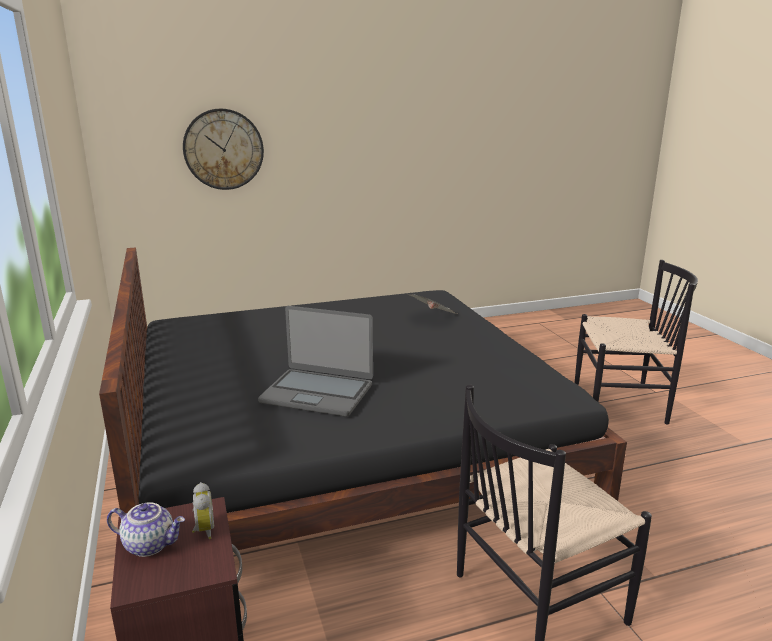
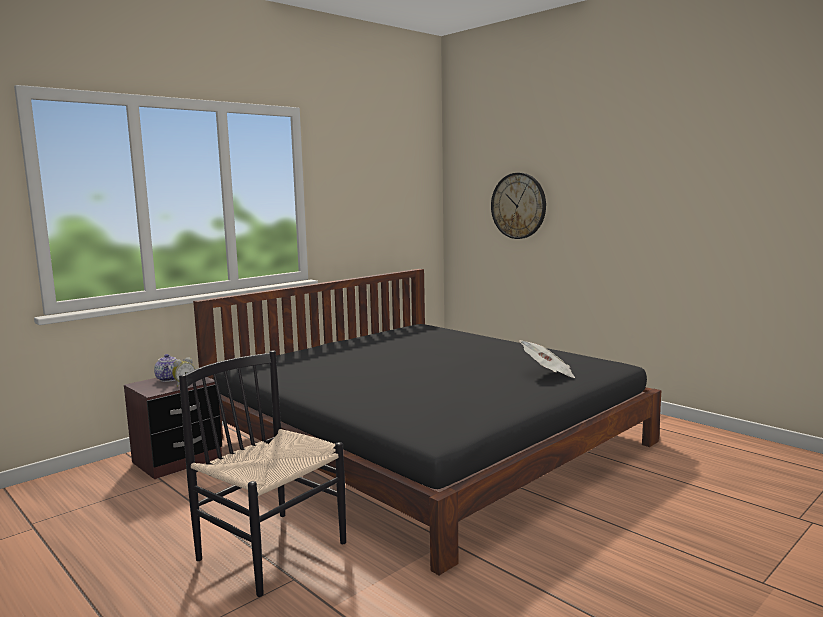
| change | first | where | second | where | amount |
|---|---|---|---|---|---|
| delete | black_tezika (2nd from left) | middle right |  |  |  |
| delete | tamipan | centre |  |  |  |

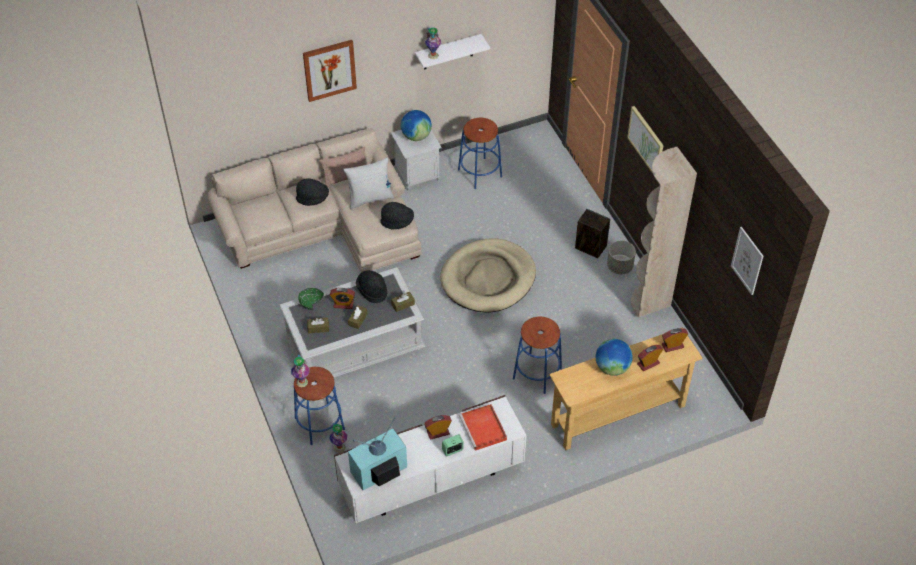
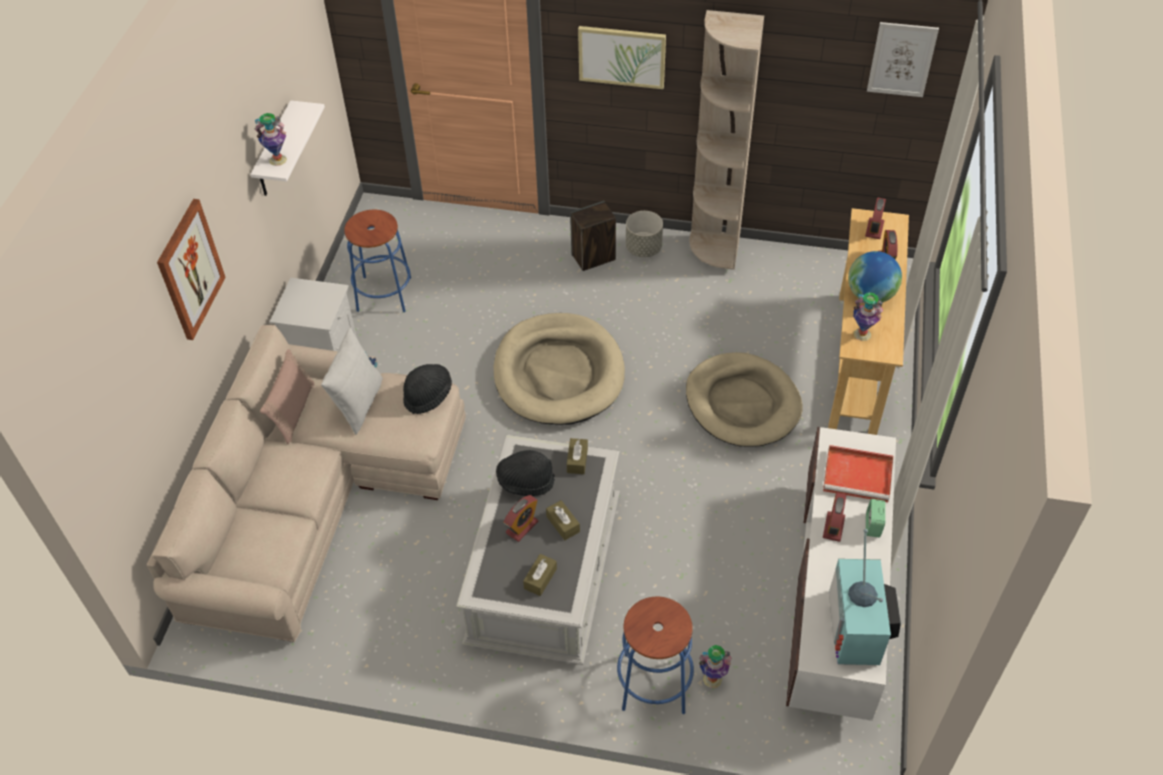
| change | first | where | second | where | amount |
|---|---|---|---|---|---|
| delete | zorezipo (1st from left) | top centre |  |  |  |
| delete | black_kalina (1st from left) | centre |  |  |  |
| delete | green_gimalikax | centre |  |  |  |
| replace | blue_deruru (3rd from left) | centre | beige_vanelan (2nd from left) | centre |  |
| move | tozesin (1st from left in the first image) | middle left | tozesin (3rd from left) | middle right |  |

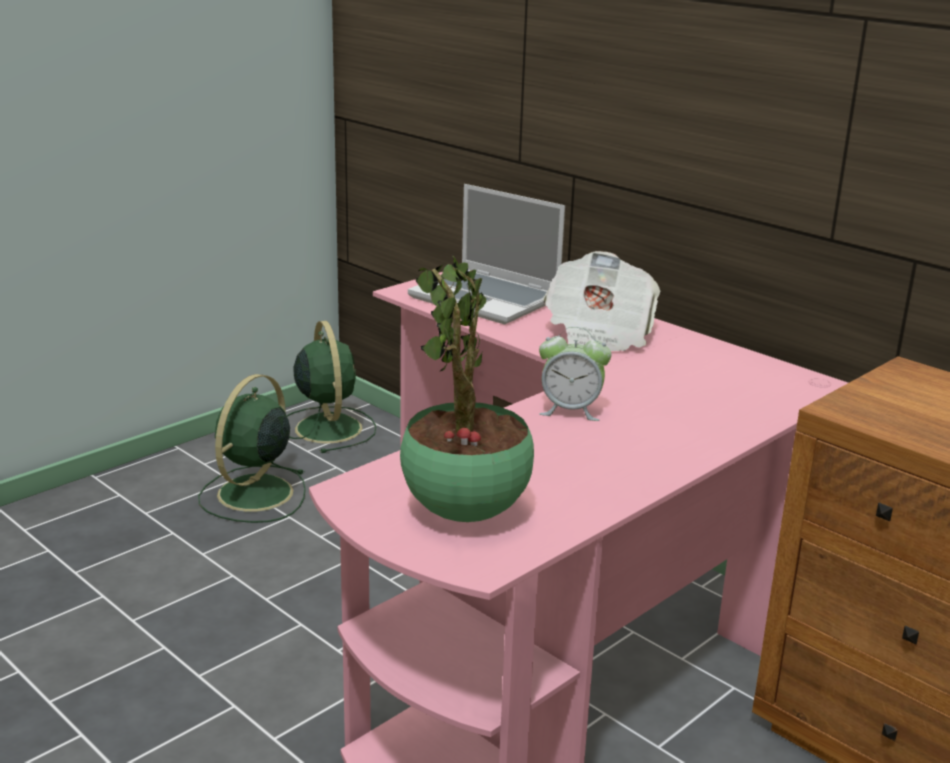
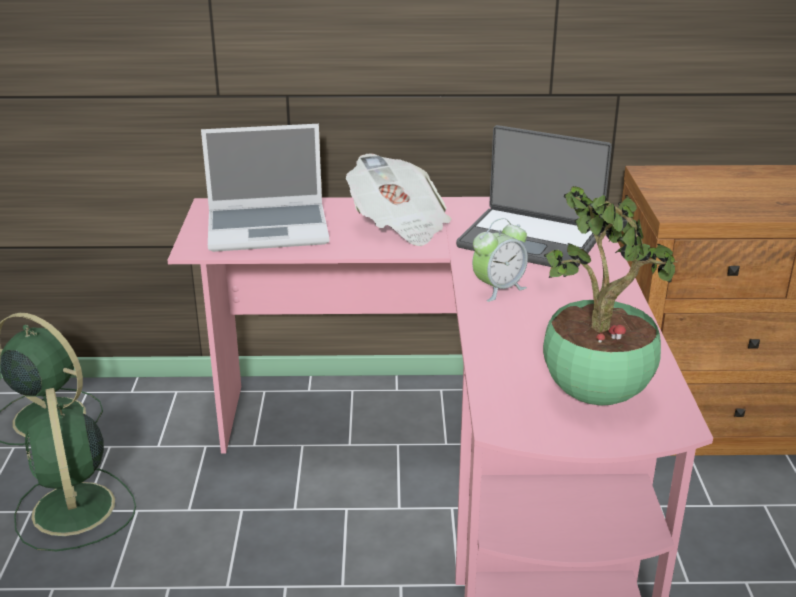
| change | first | where | second | where | amount |
|---|---|---|---|---|---|
| insert |  |  | tamipan (2nd from left) | top right |  |

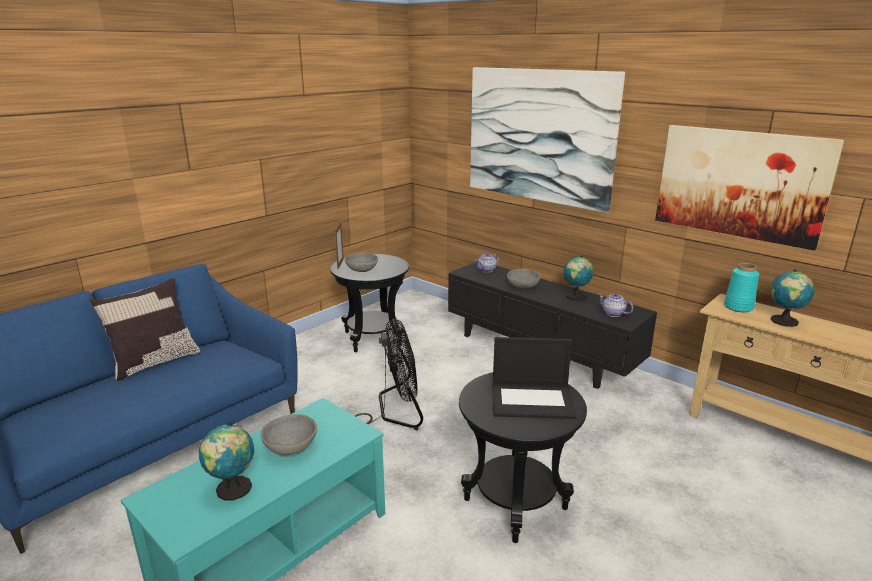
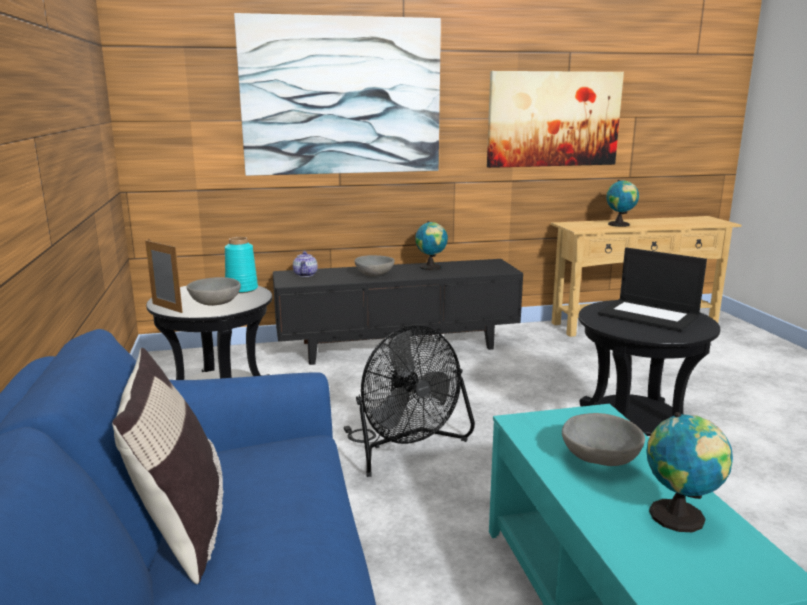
| change | first | where | second | where | amount |
|---|---|---|---|---|---|
| move | turquoise_tozesin | middle right |  | middle left |  |
| delete | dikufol (2nd from left) | middle right |  |  |  |
| rotate | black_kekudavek | centre |  | centre | 120 degrees clockwise |
| rotate | tamipan | centre |  | middle right | 90 degrees clockwise |

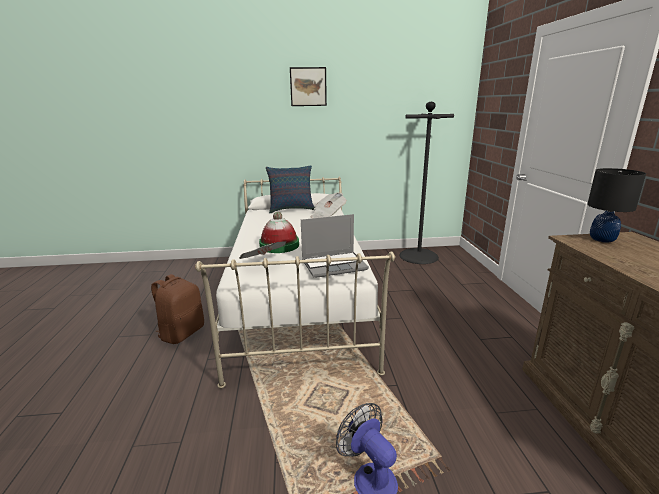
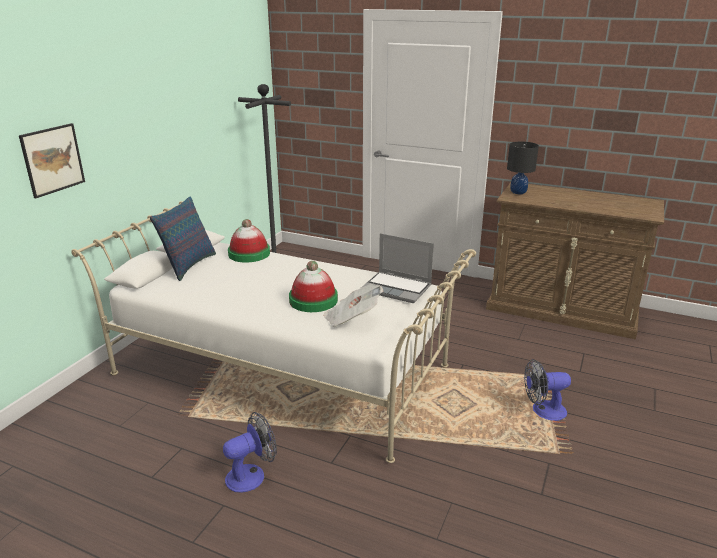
| change | first | where | second | where | amount |
|---|---|---|---|---|---|
| move | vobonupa | top centre |  | top left |  |
| replace | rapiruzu (2nd from left) | centre | kalina (1st from left) | centre |  |
| rotate | tamipan | centre |  | centre | 105 degrees clockwise |
| replace | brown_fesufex | middle left | kekudavek (1st from left) | bottom centre |  |

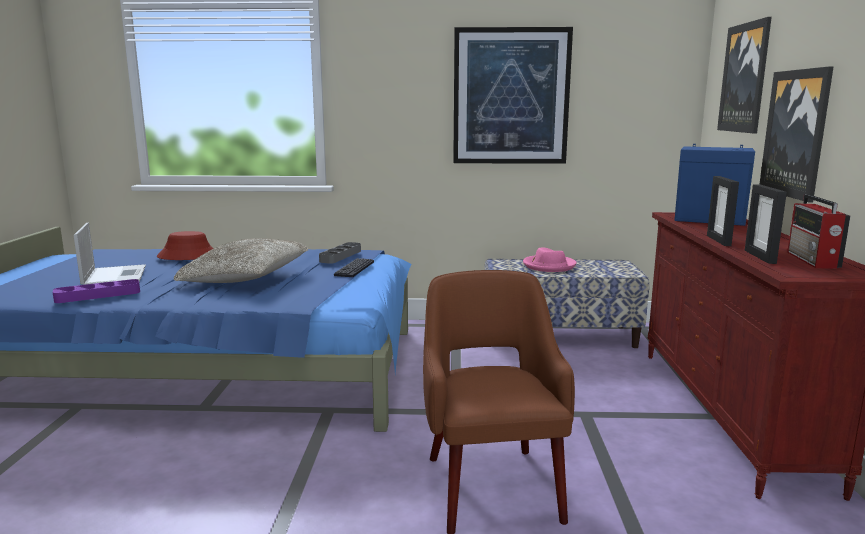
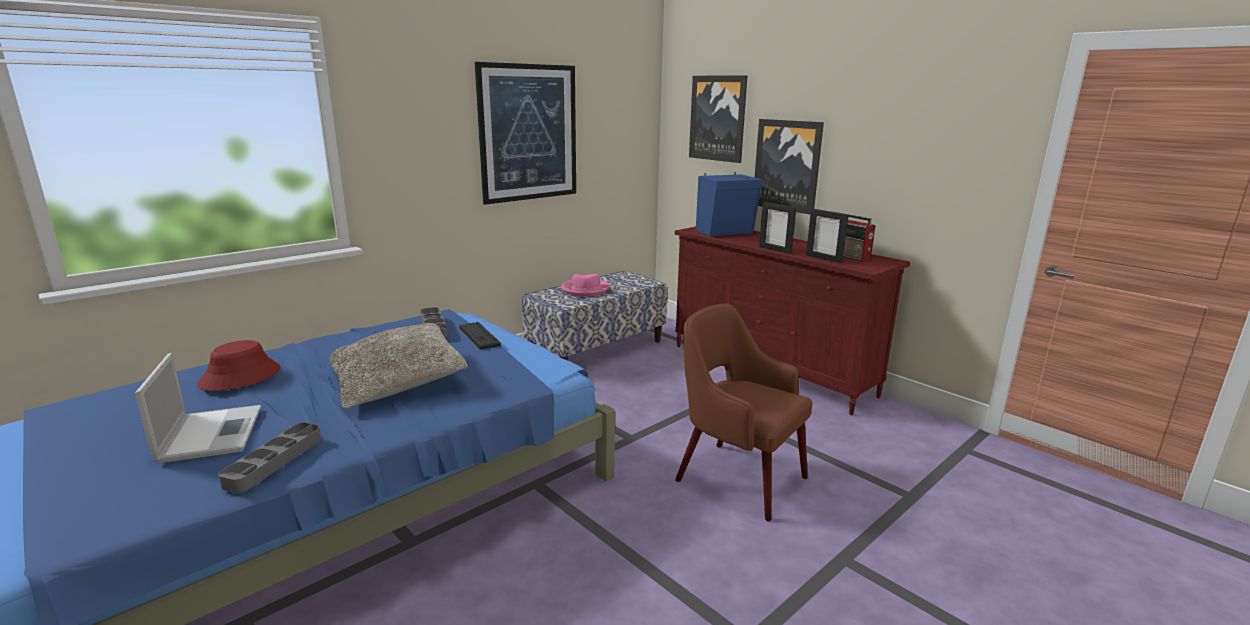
| change | first | where | second | where | amount |
|---|---|---|---|---|---|
| rotate | tamipan | middle left |  | middle left | 45 degrees clockwise |
| recolor | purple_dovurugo | middle left | grey_dovurugo (1st from left) | bottom left |  |

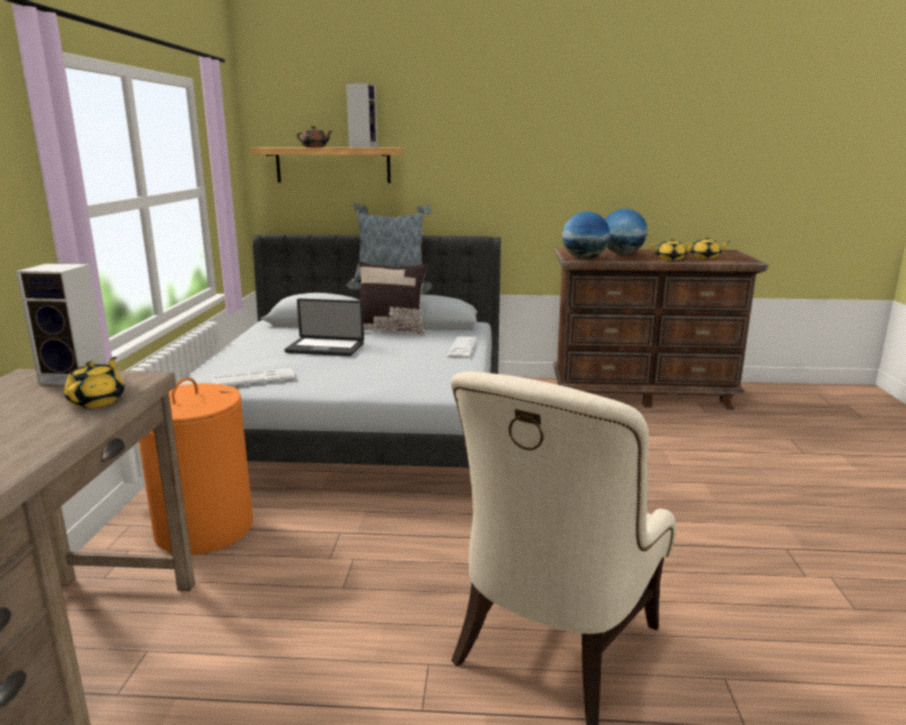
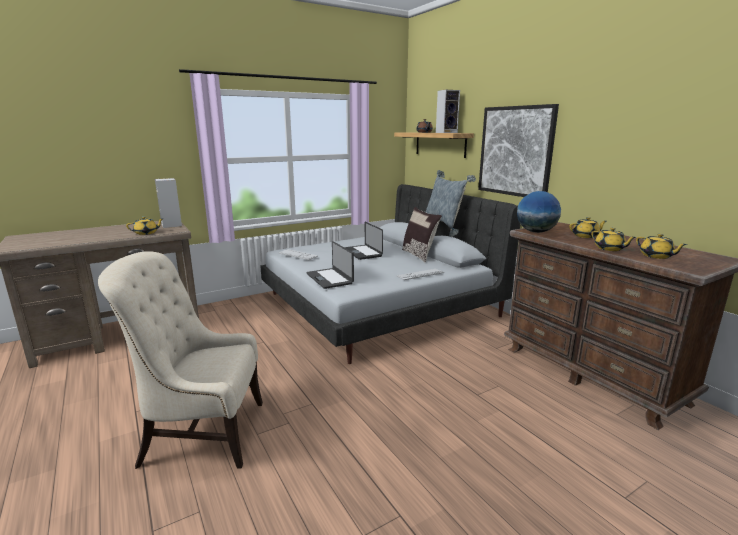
| change | first | where | second | where | amount |
|---|---|---|---|---|---|
| replace | zorezipo (2nd from left) | top right | yellow_dikufol (2nd from left) | middle right |  |
| delete | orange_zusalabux | middle left |  |  |  |
| insert |  |  | vobonupa | top right |  |
| insert |  |  | tamipan (1st from left) | centre |  |

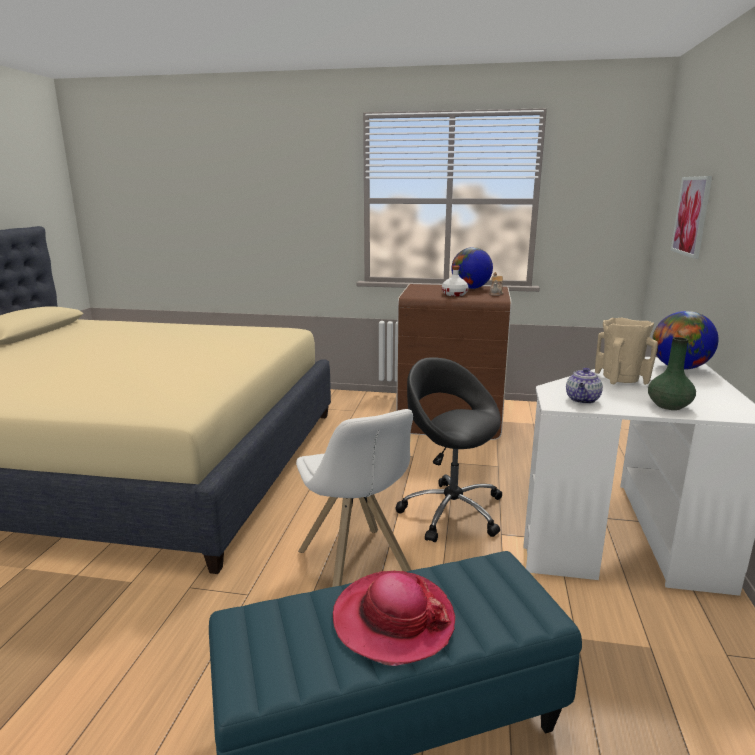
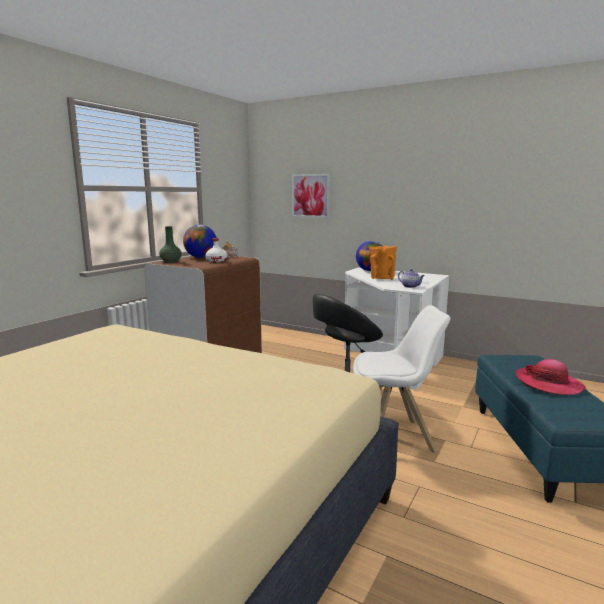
| change | first | where | second | where | amount |
|---|---|---|---|---|---|
| recolor | beige_tozesin | middle right | orange_tozesin | centre |  |
| move | green_tozesin | middle right |  | middle left |  |

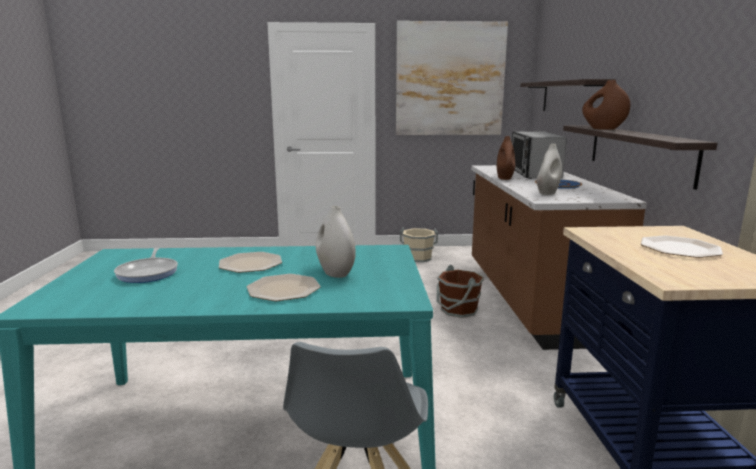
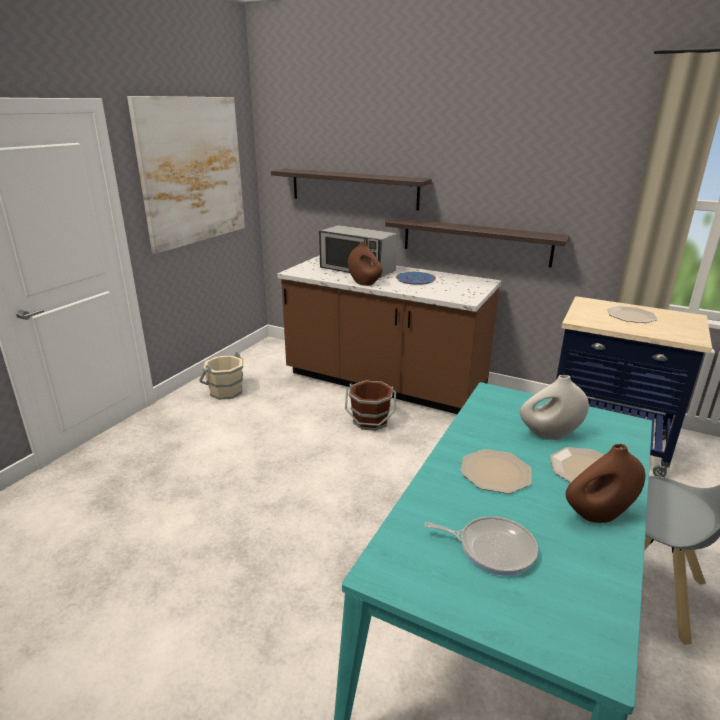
| change | first | where | second | where | amount |
|---|---|---|---|---|---|
| move | brown_tozesin (2nd from left) | top right |  | bottom right |  |
| delete | white_tozesin (2nd from left) | middle right |  |  |  |

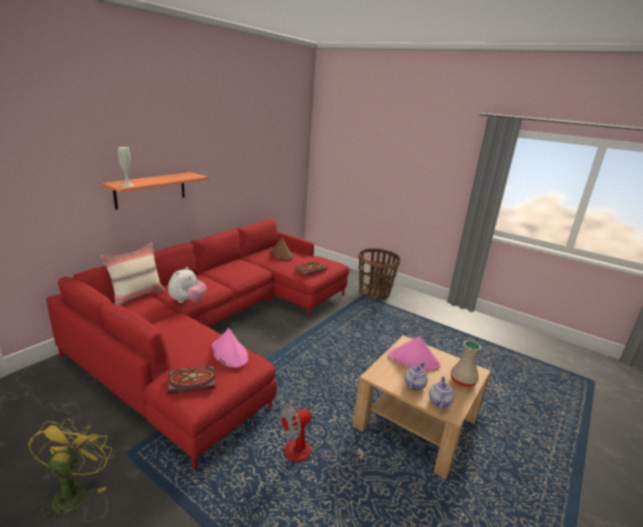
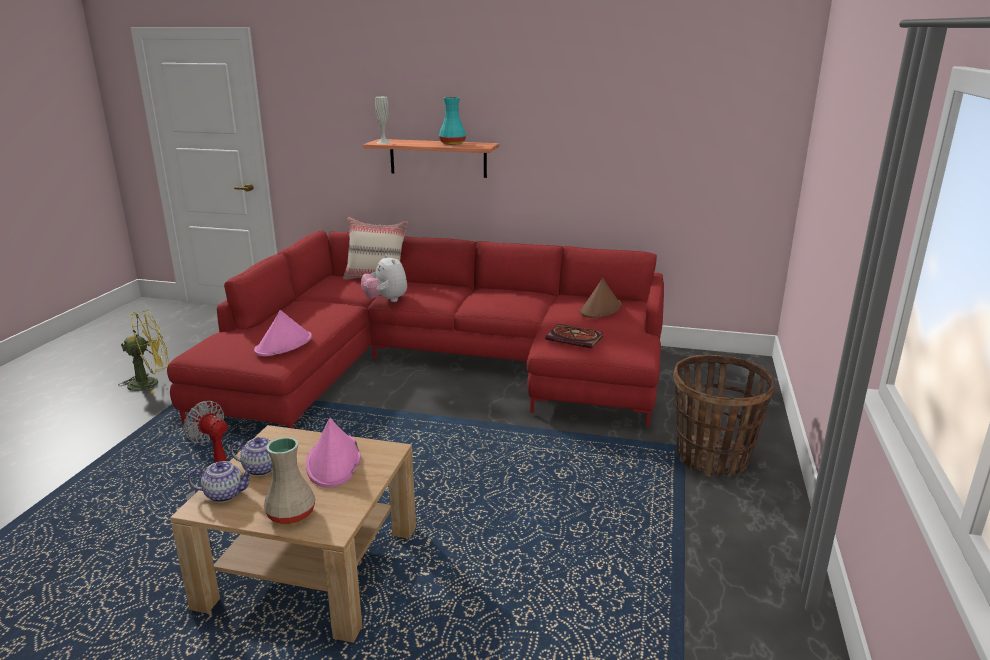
| change | first | where | second | where | amount |
|---|---|---|---|---|---|
| rotate | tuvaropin | middle left |  | centre | 60 degrees clockwise |
| delete | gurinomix (1st from left) | bottom left |  |  |  |
| insert |  |  | turquoise_tozesin | top centre |  |

